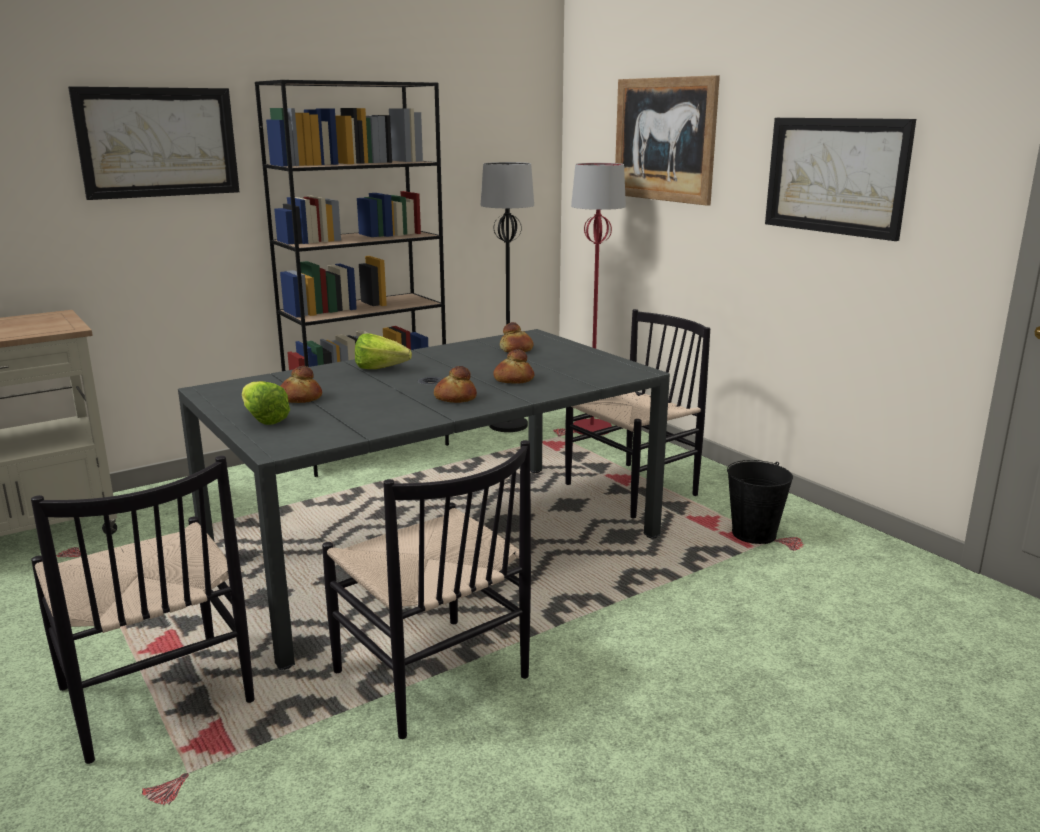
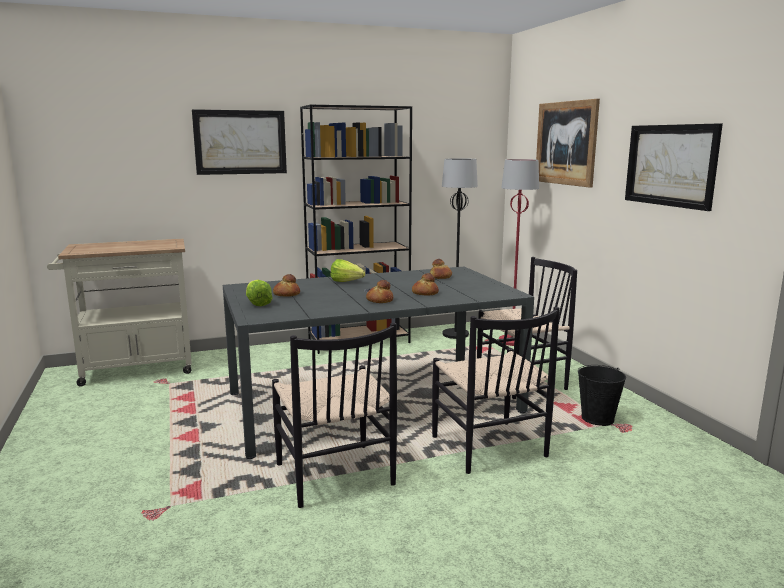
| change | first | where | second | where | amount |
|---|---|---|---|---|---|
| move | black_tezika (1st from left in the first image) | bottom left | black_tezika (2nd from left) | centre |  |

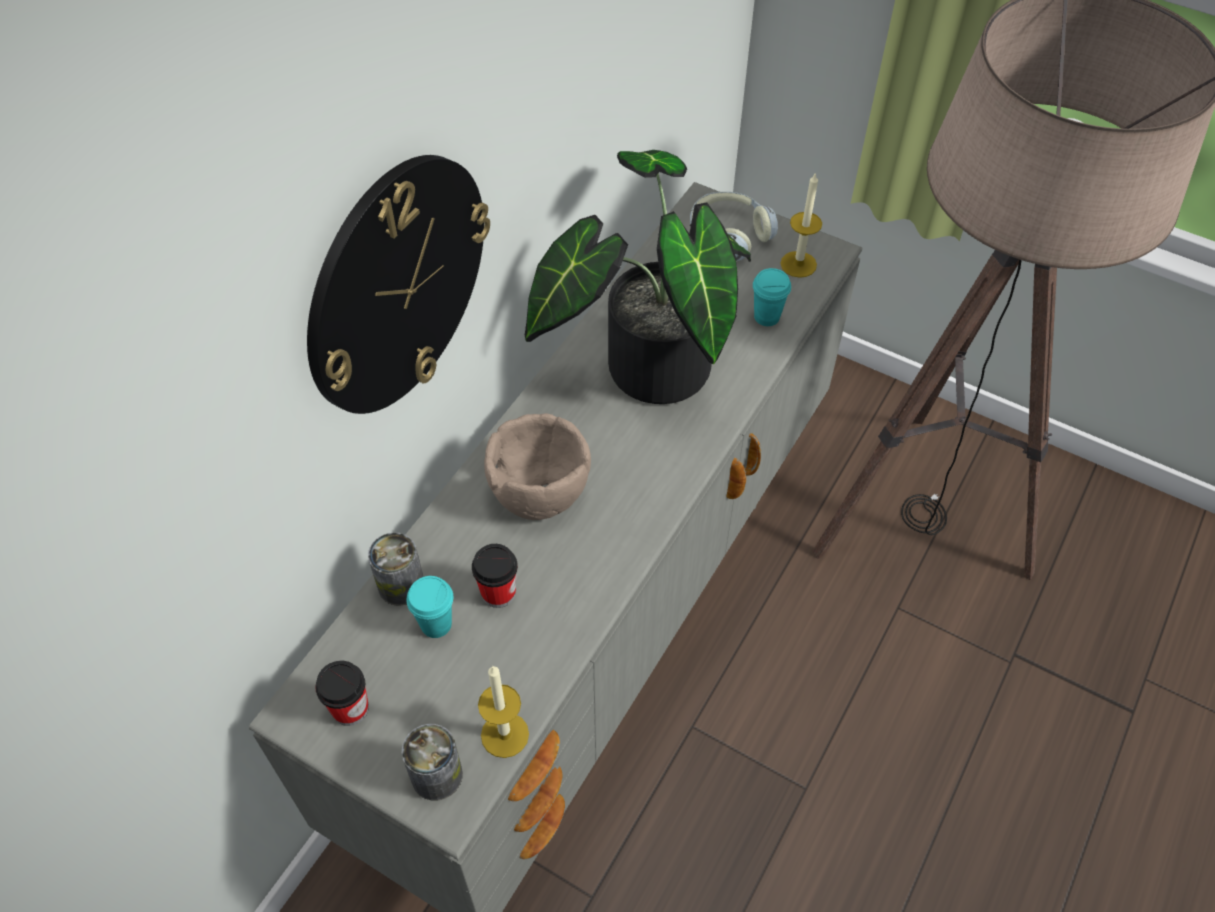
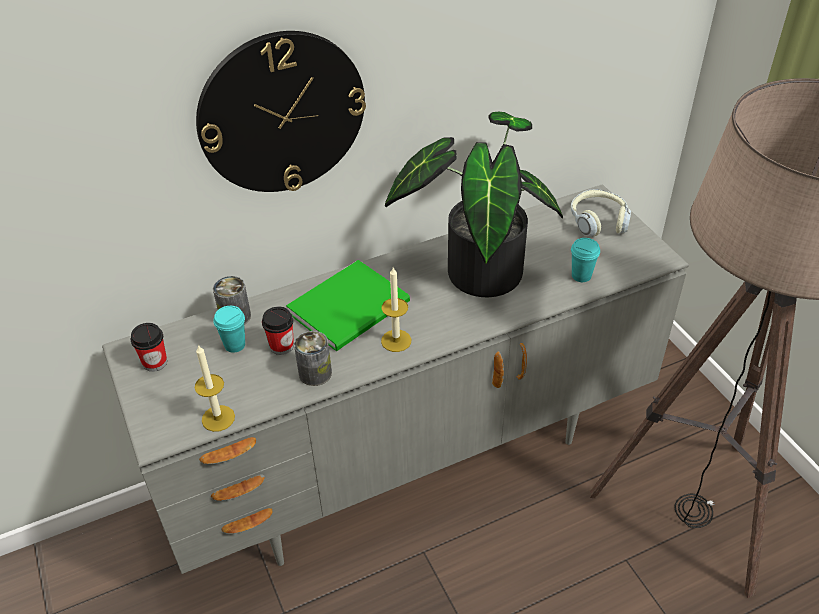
| change | first | where | second | where | amount |
|---|---|---|---|---|---|
| move | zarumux (2nd from left) | top centre |  | centre |  |
| replace | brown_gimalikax | centre | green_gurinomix | centre |  |
| move | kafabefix (2nd from left) | bottom centre |  | centre |  |

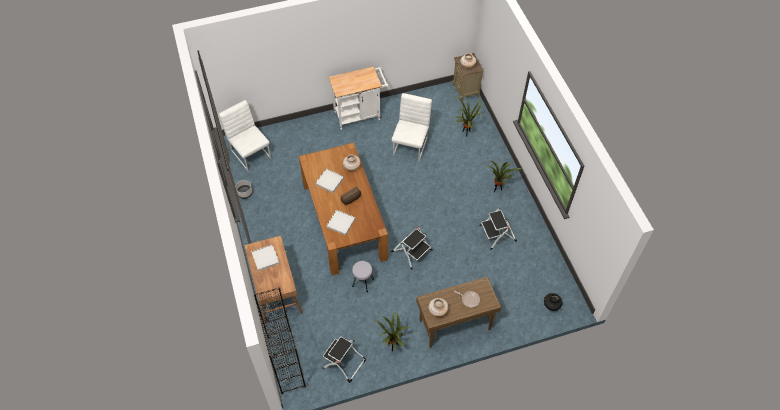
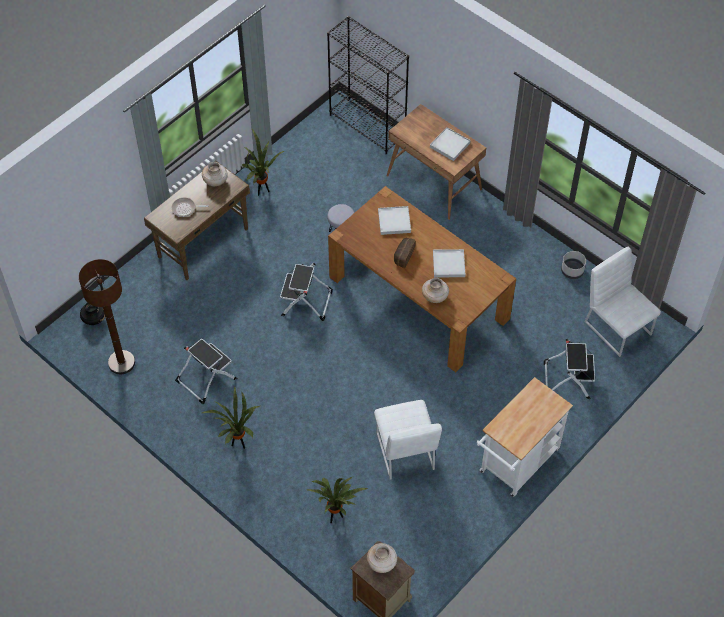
| change | first | where | second | where | amount |
|---|---|---|---|---|---|
| rotate | white_tezika (1st from left in the first image) | top left | white_tezika (2nd from left) | middle right | 150 degrees counterclockwise |
| move | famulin (1st from left in the first image) | bottom centre | famulin (3rd from left) | middle right |  |
| insert |  |  | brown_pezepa | middle left |  |

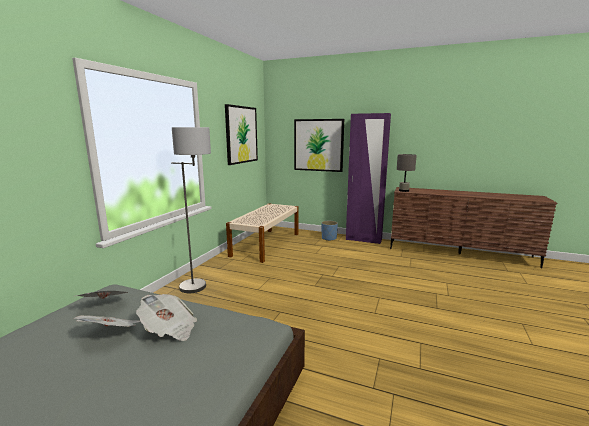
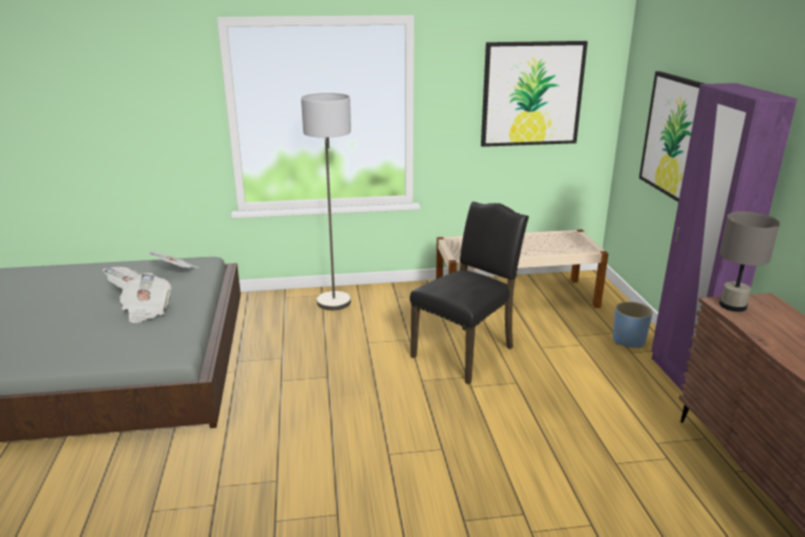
| change | first | where | second | where | amount |
|---|---|---|---|---|---|
| insert |  |  | black_tezika | centre |  |

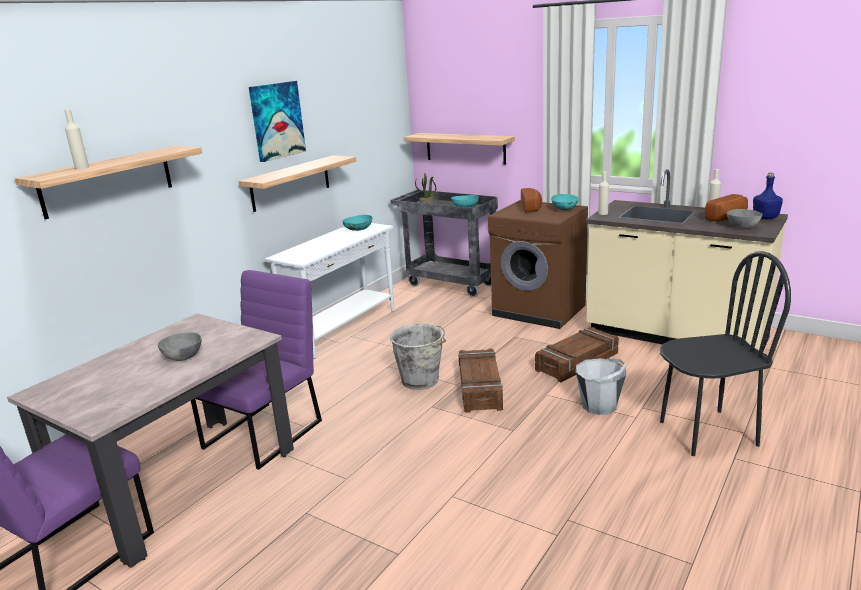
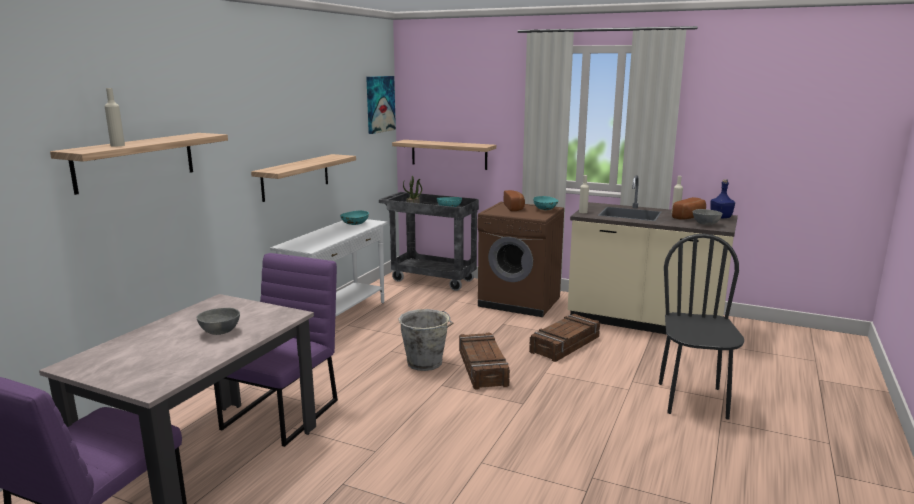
| change | first | where | second | where | amount |
|---|---|---|---|---|---|
| move | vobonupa | top left |  | top centre |  |
| rotate | black_tezika | middle right |  | middle right | 60 degrees counterclockwise |
| delete | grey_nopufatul (2nd from left) | middle right |  |  |  |

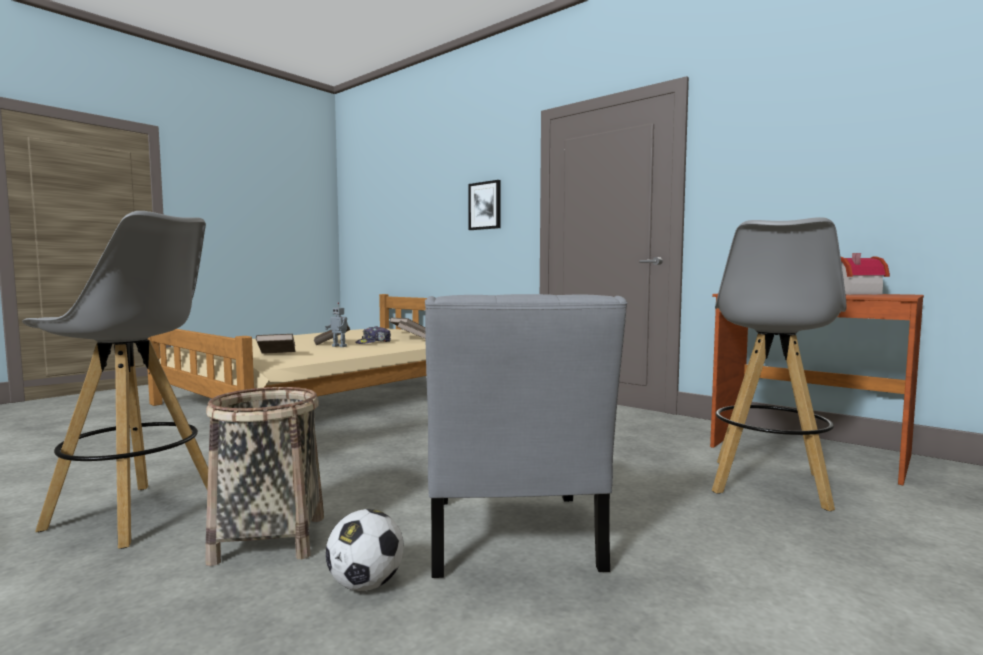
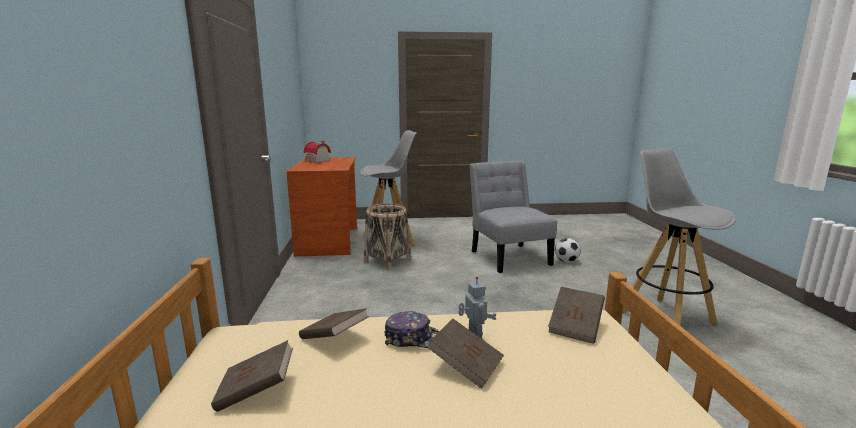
| change | first | where | second | where | amount |
|---|---|---|---|---|---|
| delete | vobonupa | top centre |  |  |  |
| rotate | grey_tezika | centre |  | centre | 60 degrees counterclockwise |
| move | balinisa | bottom left |  | centre |  |

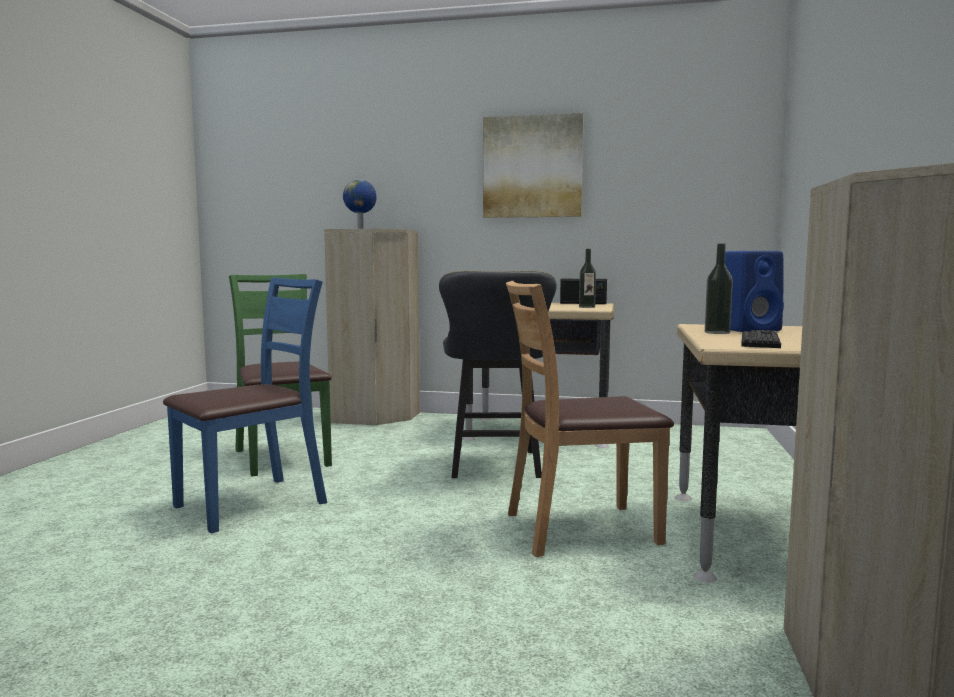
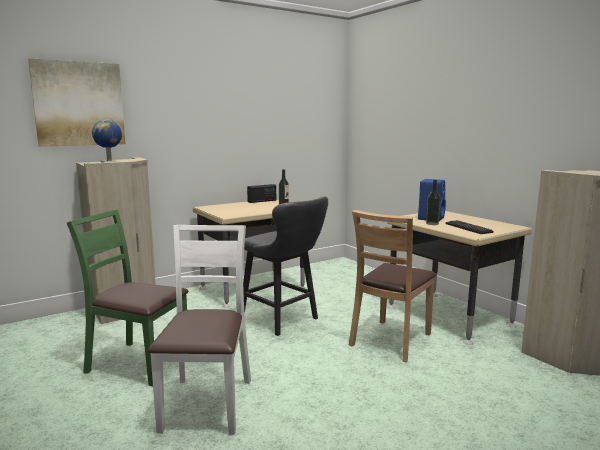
| change | first | where | second | where | amount |
|---|---|---|---|---|---|
| move | vobonupa | top centre |  | top left |  |
| recolor | blue_tezika | middle left | white_tezika | bottom left |  |

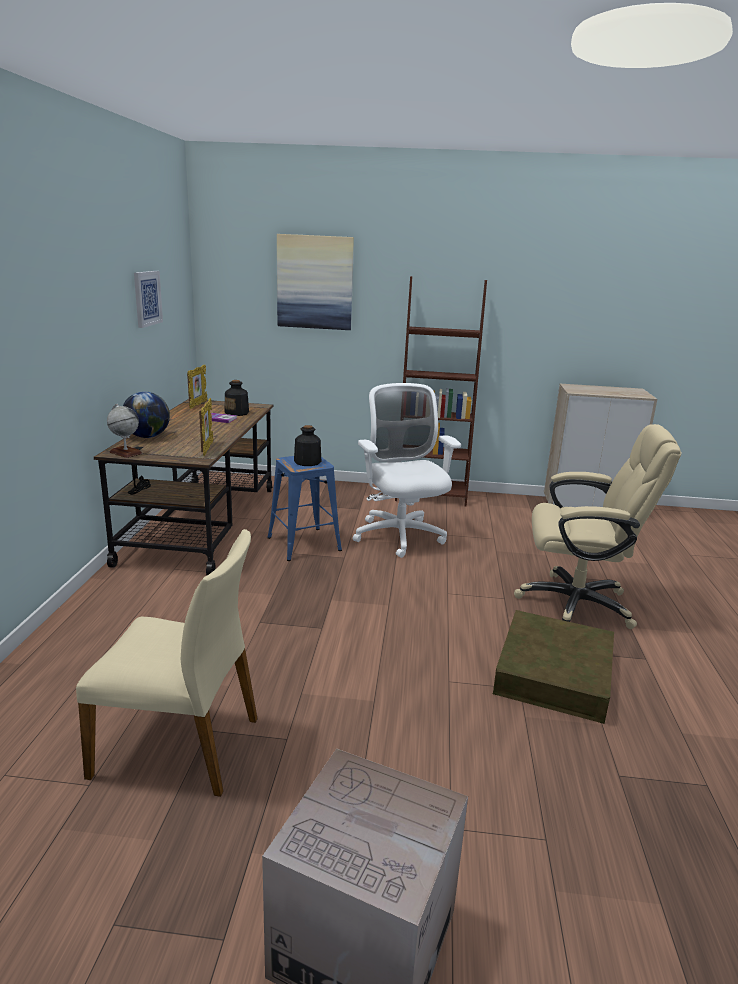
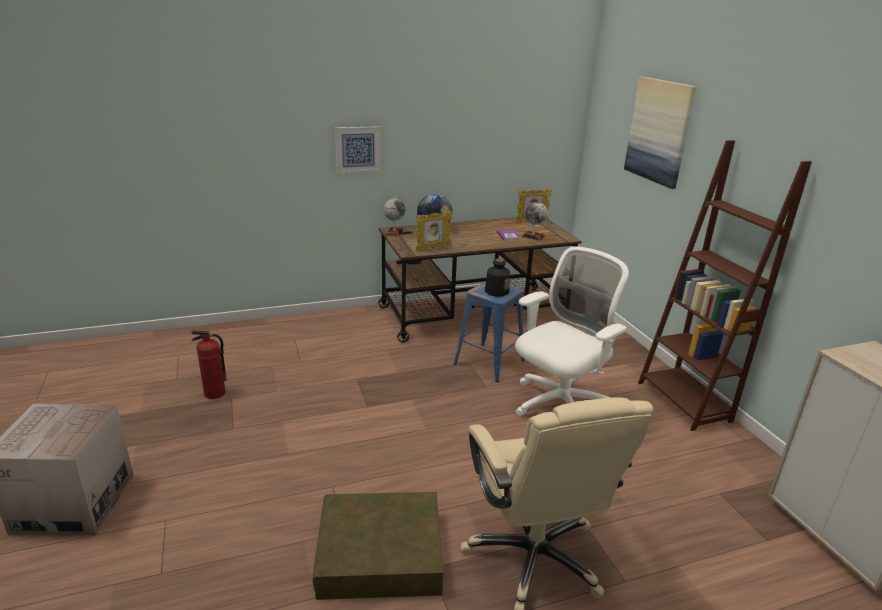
| change | first | where | second | where | amount |
|---|---|---|---|---|---|
| move | vobonupa (1st from left) | top left |  | top centre |  |
| replace | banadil (1st from left) | middle left | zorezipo (3rd from left) | centre |  |
| replace | beige_tezika | bottom left | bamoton | middle left |  |

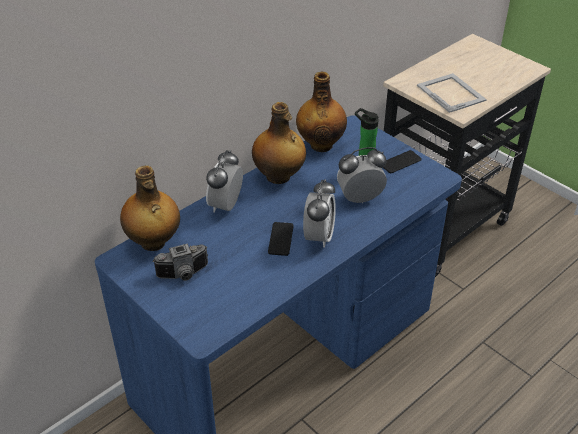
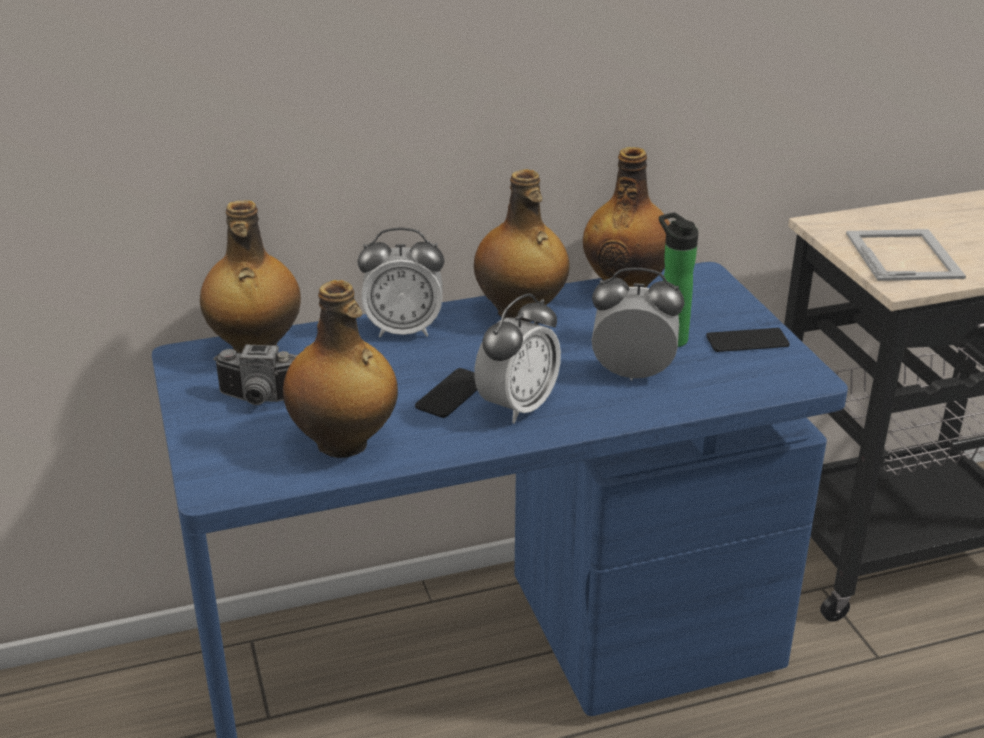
| change | first | where | second | where | amount |
|---|---|---|---|---|---|
| rotate | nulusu (1st from left) | centre |  | centre | 135 degrees counterclockwise |
| insert |  |  | banadil (2nd from left) | centre |  |

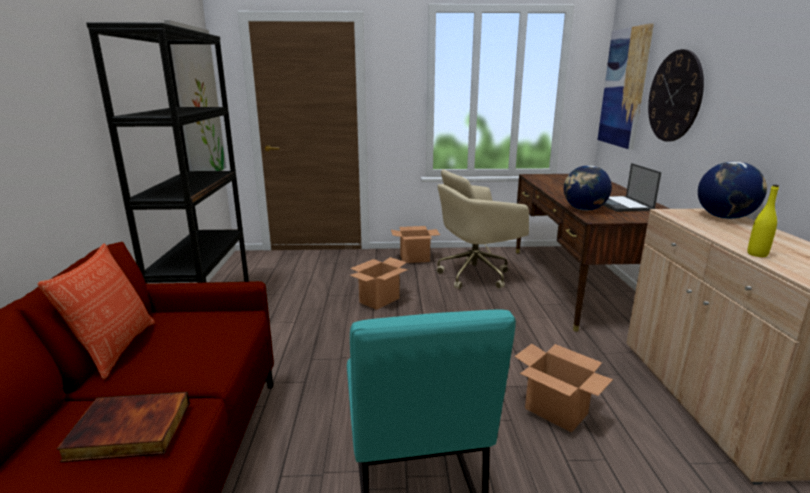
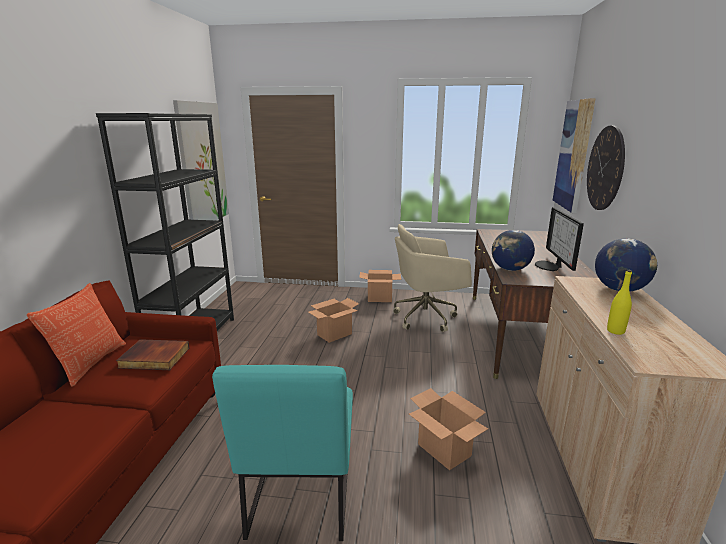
| change | first | where | second | where | amount |
|---|---|---|---|---|---|
| replace | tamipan | middle right | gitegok | middle right |  |
| move | gurinomix | bottom left |  | middle left |  |

